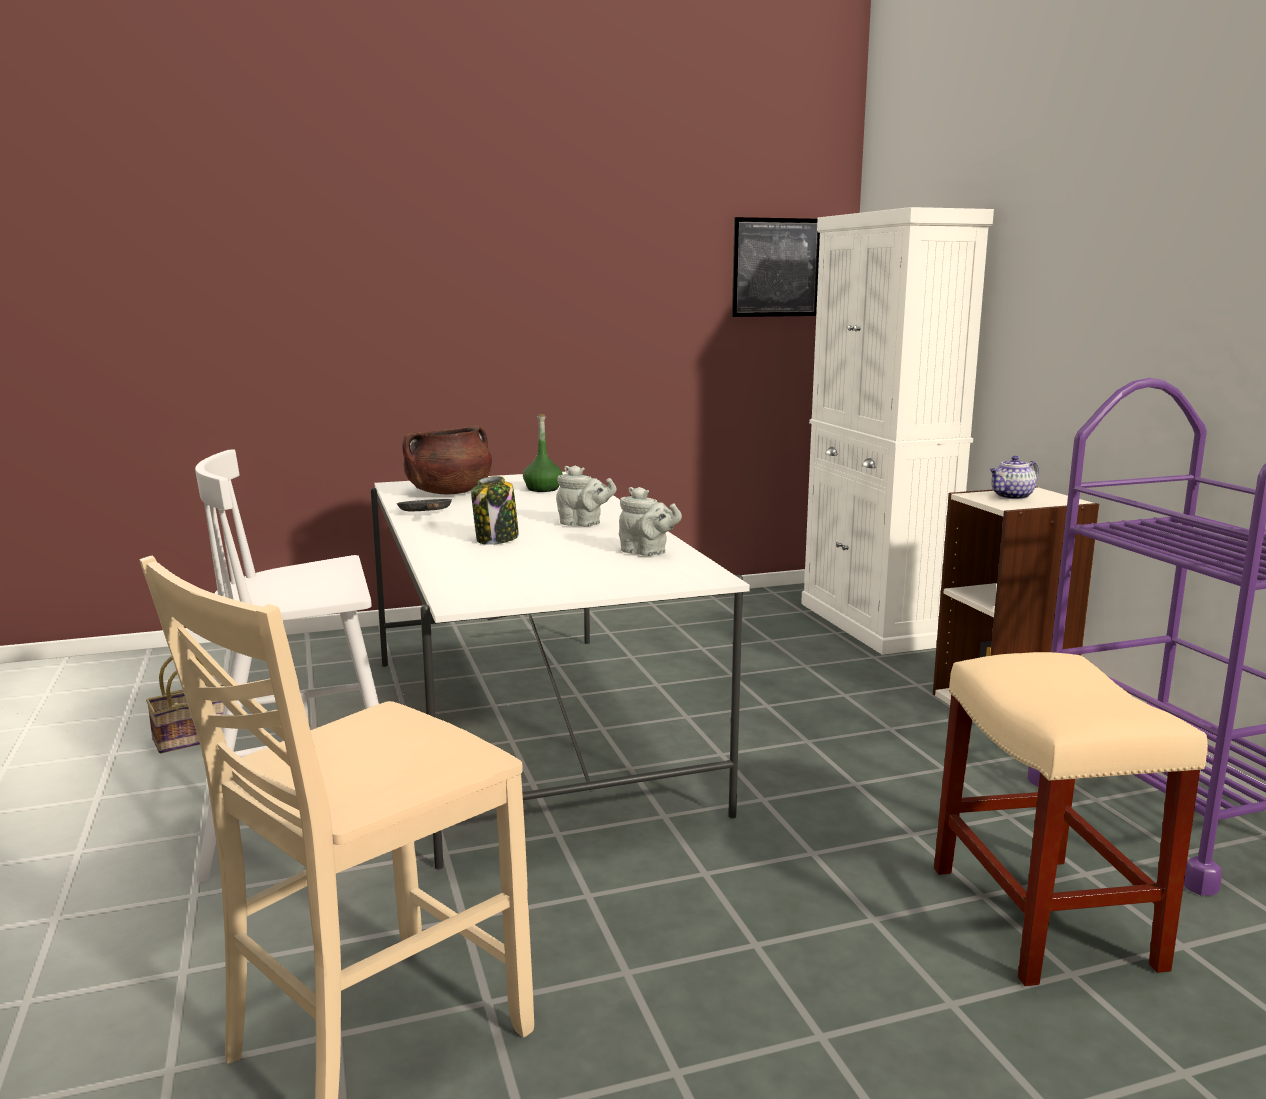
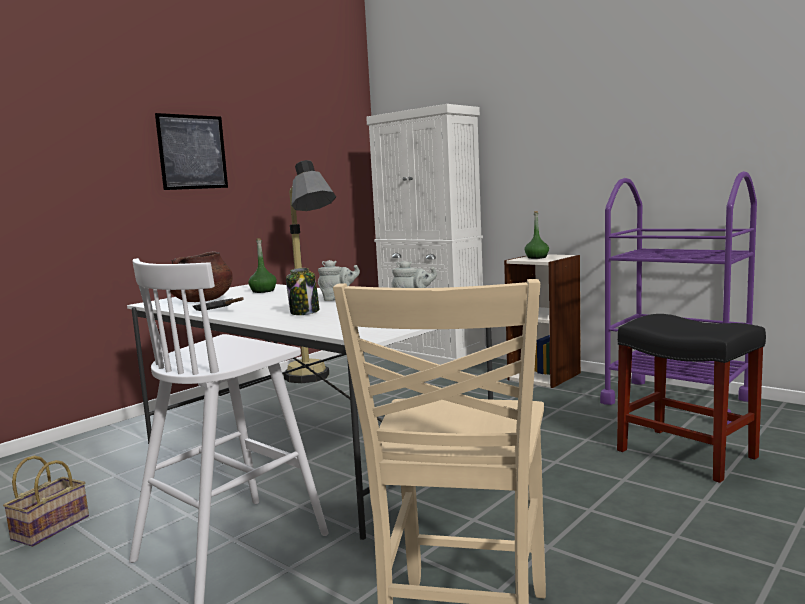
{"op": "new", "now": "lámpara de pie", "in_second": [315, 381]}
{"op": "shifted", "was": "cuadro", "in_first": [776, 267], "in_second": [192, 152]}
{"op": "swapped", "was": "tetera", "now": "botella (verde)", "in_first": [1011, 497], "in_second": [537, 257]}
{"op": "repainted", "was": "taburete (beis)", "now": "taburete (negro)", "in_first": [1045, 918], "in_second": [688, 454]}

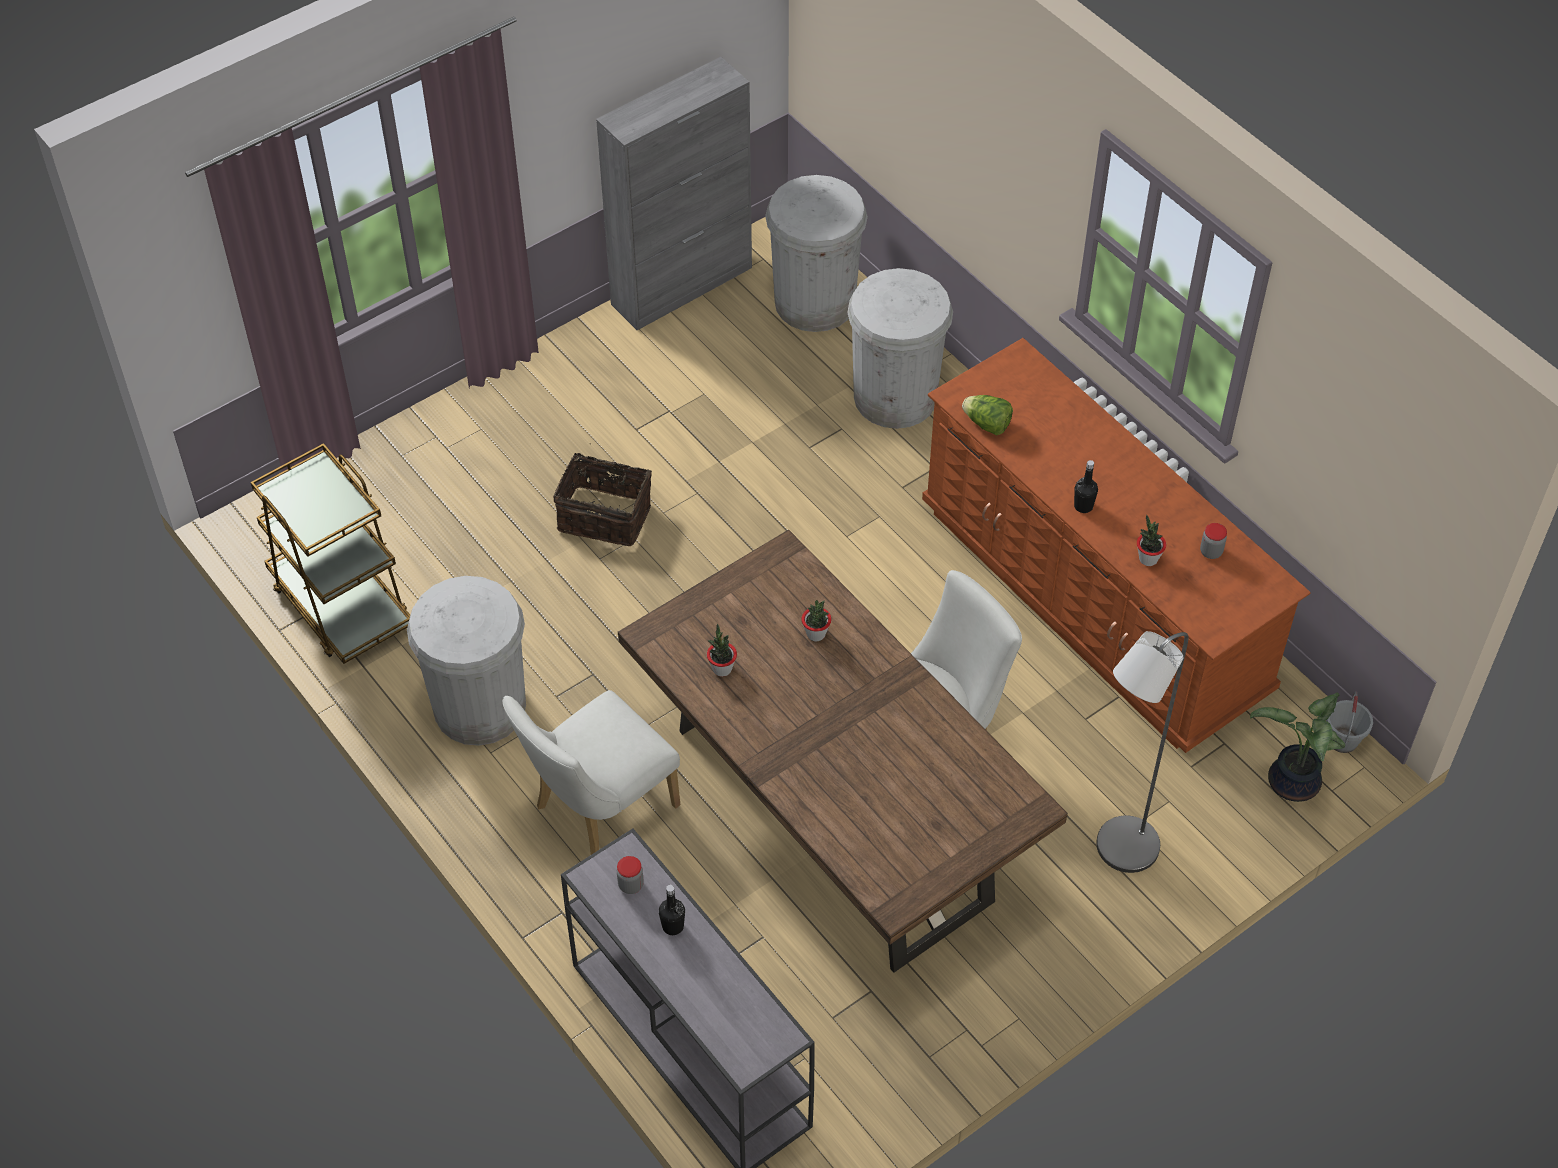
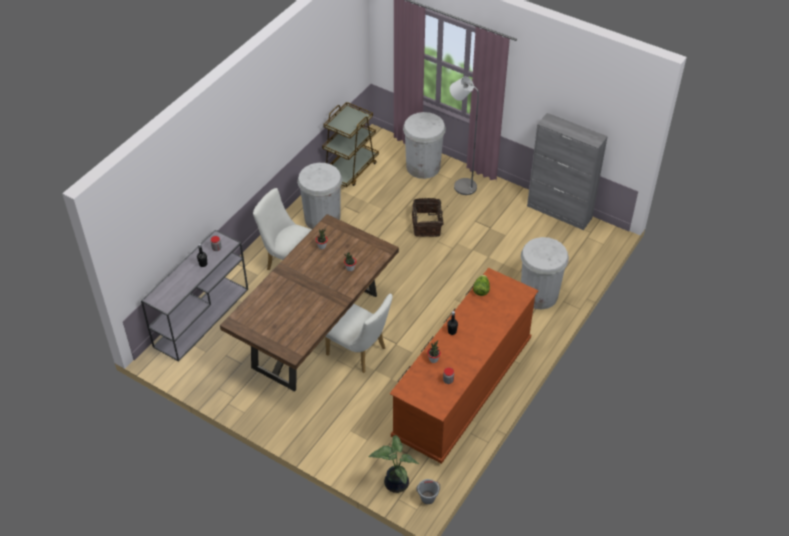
{"op": "shifted", "was": "papelera (blanco)", "in_first": [814, 302], "in_second": [423, 167]}
{"op": "shifted", "was": "lámpara de pie (gris)", "in_first": [1118, 852], "in_second": [461, 185]}

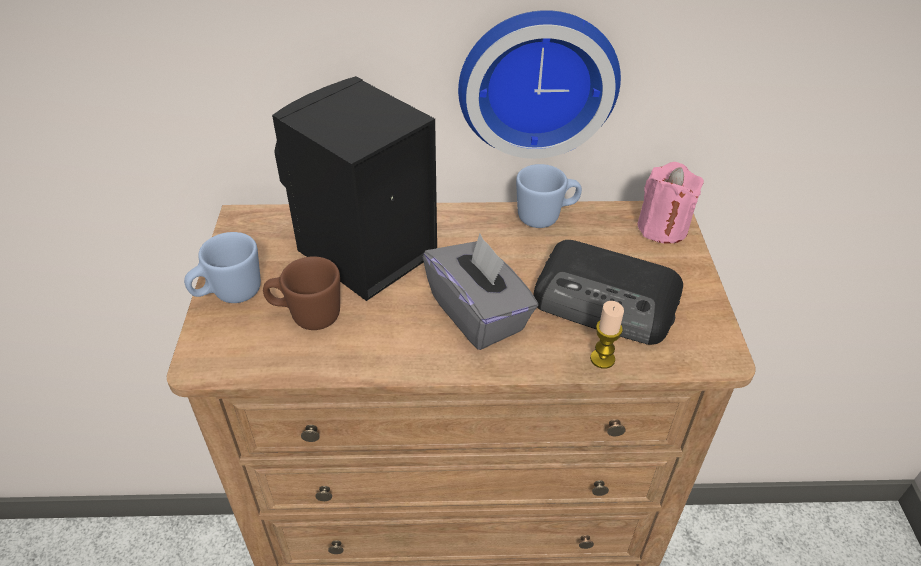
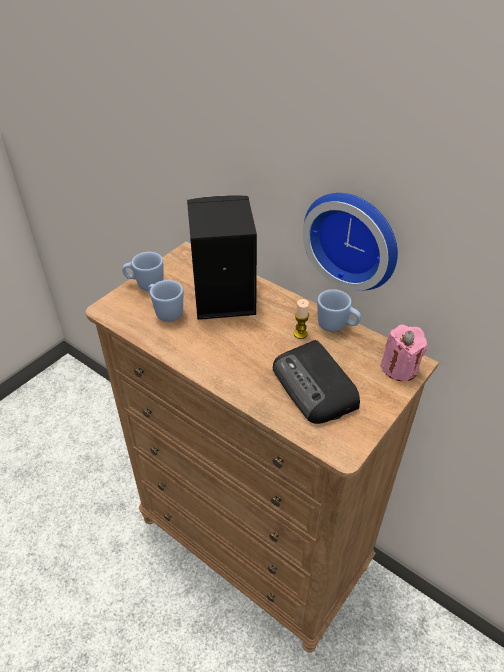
{"op": "gone", "was": "caja de pañuelos (gris)", "in_first": [478, 314]}
{"op": "shifted", "was": "vela", "in_first": [602, 359], "in_second": [300, 334]}
{"op": "repainted", "was": "taza grande (marrón)", "now": "taza grande (azul)", "in_first": [307, 316], "in_second": [165, 312]}

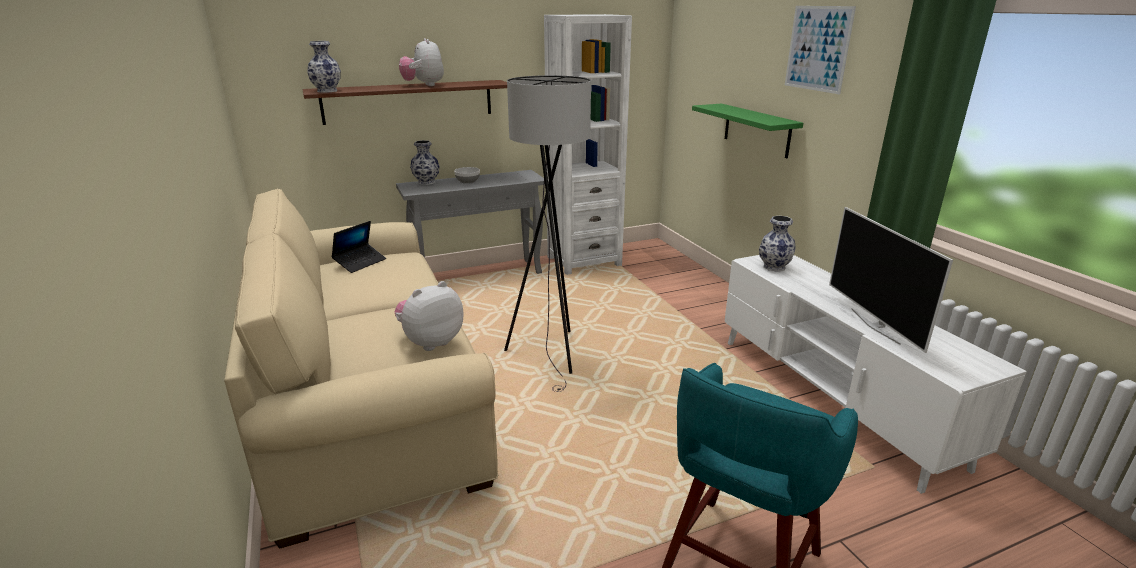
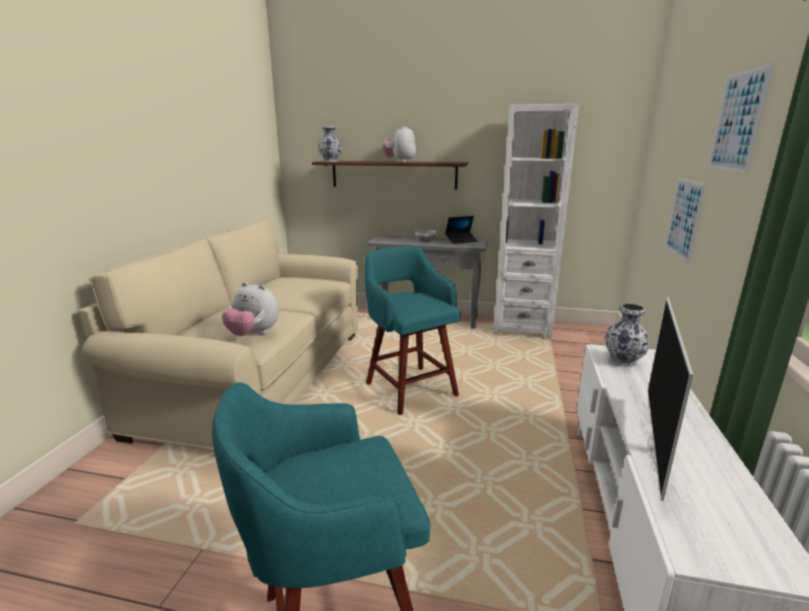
{"op": "gone", "was": "florero", "in_first": [426, 182]}
{"op": "shifted", "was": "portátil", "in_first": [360, 262], "in_second": [461, 241]}
{"op": "swapped", "was": "lámpara de pie (gris)", "now": "taburete (turquesa)", "in_first": [552, 354], "in_second": [410, 388]}
{"op": "swapped", "was": "estante (verde)", "now": "cuadro", "in_first": [756, 130], "in_second": [684, 219]}
{"op": "rotated", "was": "peluche", "in_first": [431, 342], "in_second": [253, 334], "clockwise": -150}

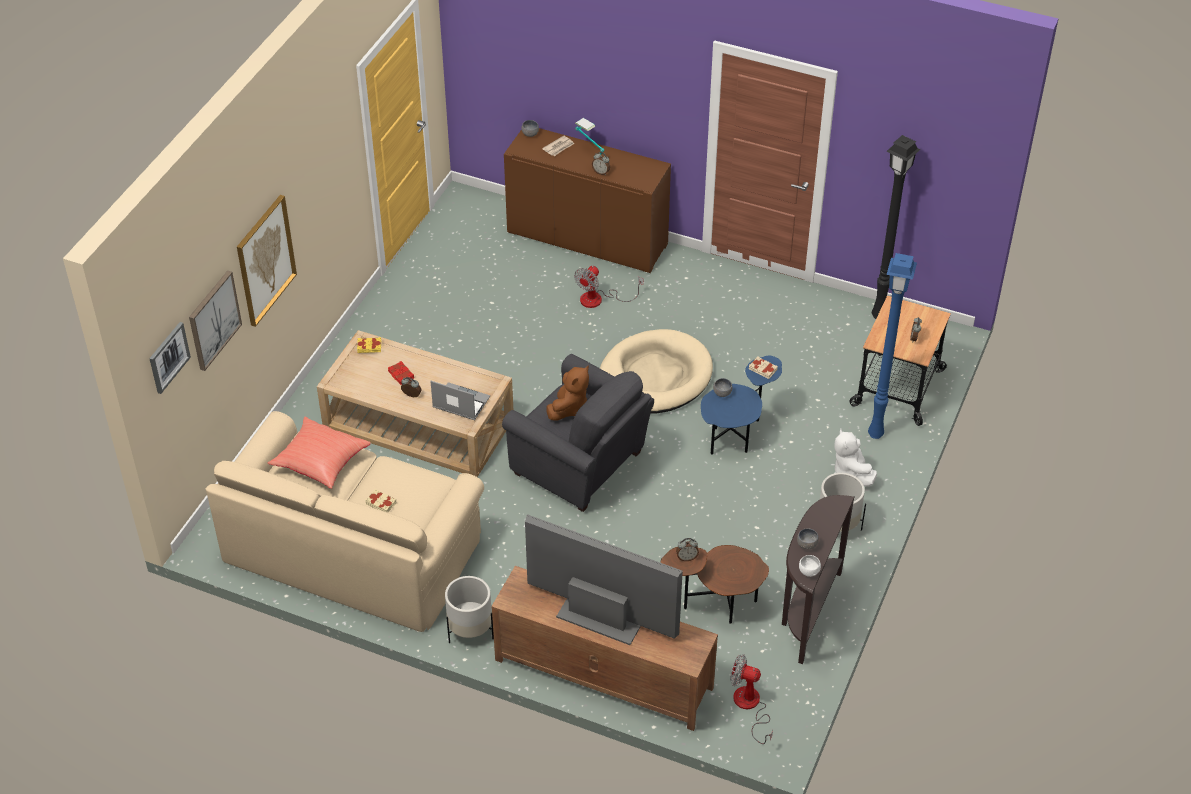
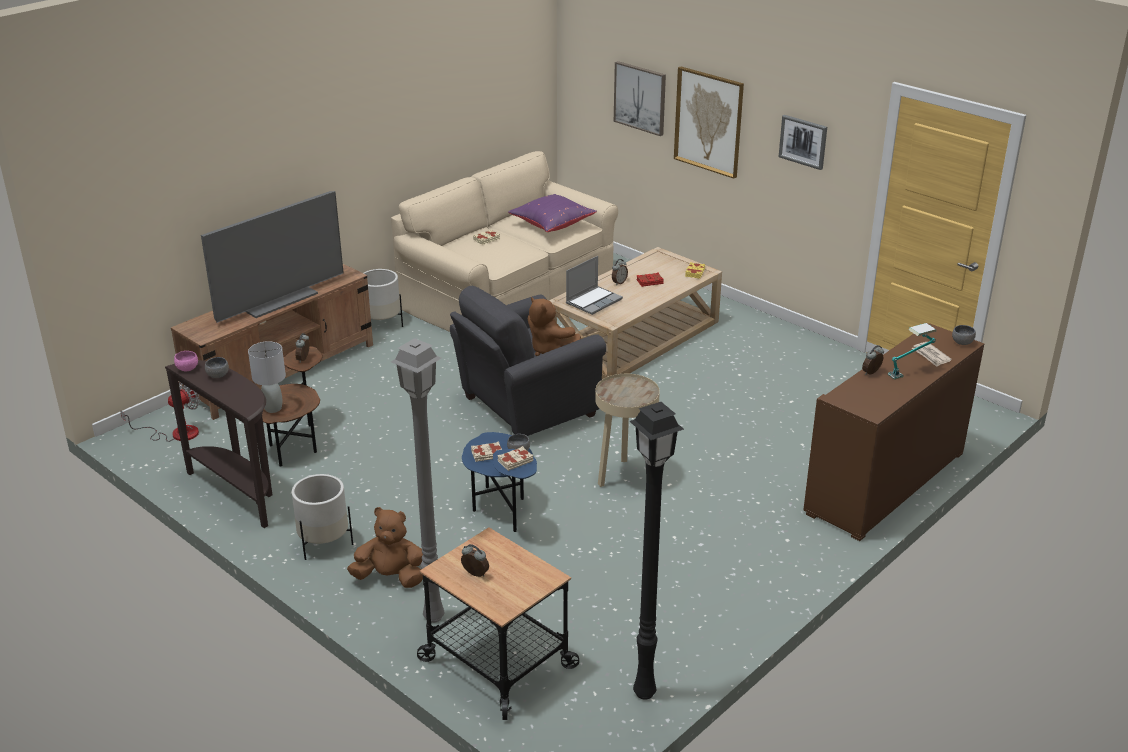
{"op": "gone", "was": "ventilador", "in_first": [599, 299]}
{"op": "new", "now": "lámpara de mesa (gris)", "in_second": [273, 408]}
{"op": "new", "now": "libro (beis)", "in_second": [487, 454]}
{"op": "shifted", "was": "cuadro", "in_first": [168, 357], "in_second": [803, 141]}
{"op": "swapped", "was": "cama para perro (beis)", "now": "mesa auxiliar (beis)", "in_first": [654, 377], "in_second": [624, 477]}
{"op": "repainted", "was": "cojín (rojo)", "now": "cojín (morado)", "in_first": [320, 463], "in_second": [551, 224]}
{"op": "repainted", "was": "cuenco (blanco)", "now": "cuenco (rosa)", "in_first": [808, 571], "in_second": [188, 369]}
{"op": "repainted", "was": "peluche (blanco)", "now": "peluche (marrón)", "in_first": [850, 472], "in_second": [390, 577]}
{"op": "repainted", "was": "lámpara de pie (azul)", "now": "lámpara de pie (gris)", "in_first": [876, 435], "in_second": [432, 617]}

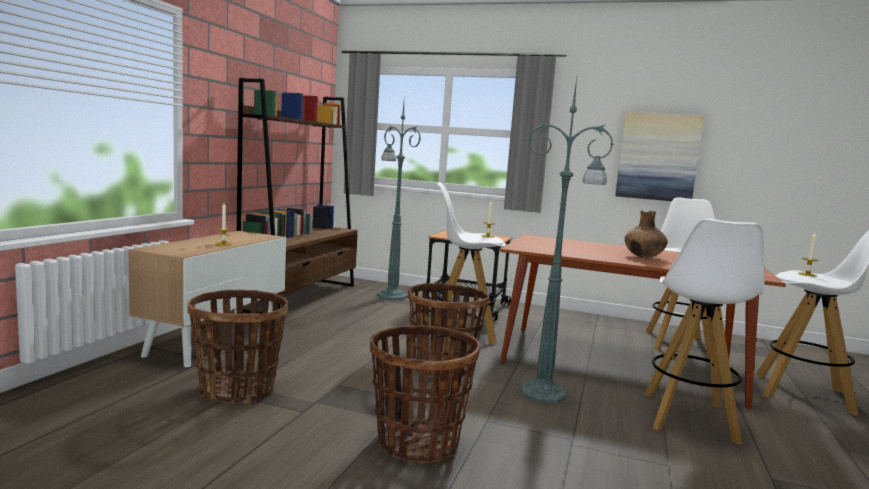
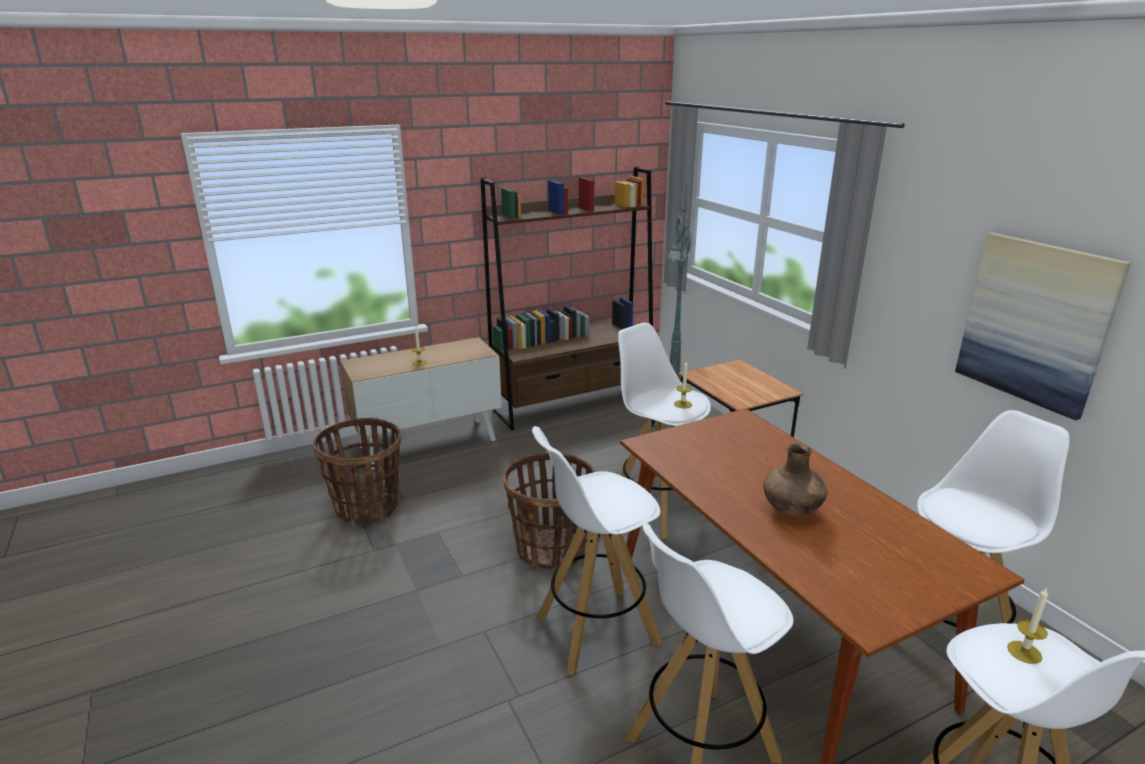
{"op": "gone", "was": "cesta", "in_first": [417, 443]}
{"op": "swapped", "was": "lámpara de pie (verde)", "now": "taburete (blanco)", "in_first": [545, 393], "in_second": [595, 630]}

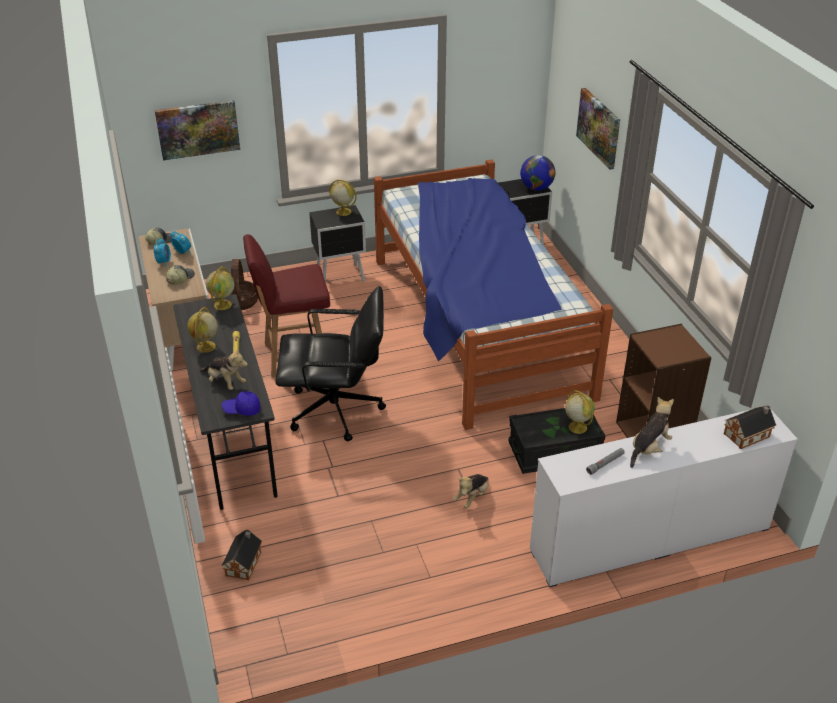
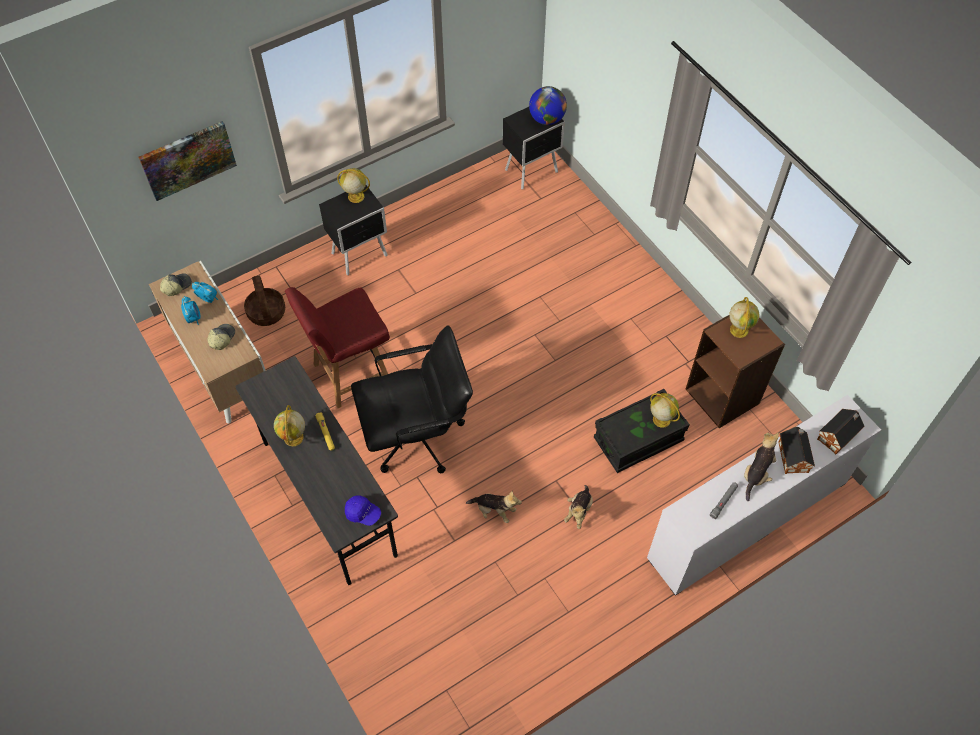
{"op": "gone", "was": "cama", "in_first": [476, 325]}
{"op": "gone", "was": "cuadro", "in_first": [599, 127]}
{"op": "shifted", "was": "peluche", "in_first": [225, 382], "in_second": [494, 511]}
{"op": "shifted", "was": "globo terráqueo", "in_first": [223, 304], "in_second": [739, 329]}
{"op": "shifted", "was": "casita", "in_first": [244, 563], "in_second": [793, 455]}
{"op": "rotated", "was": "gorra (azul)", "in_first": [242, 409], "in_second": [363, 513], "clockwise": -135}

